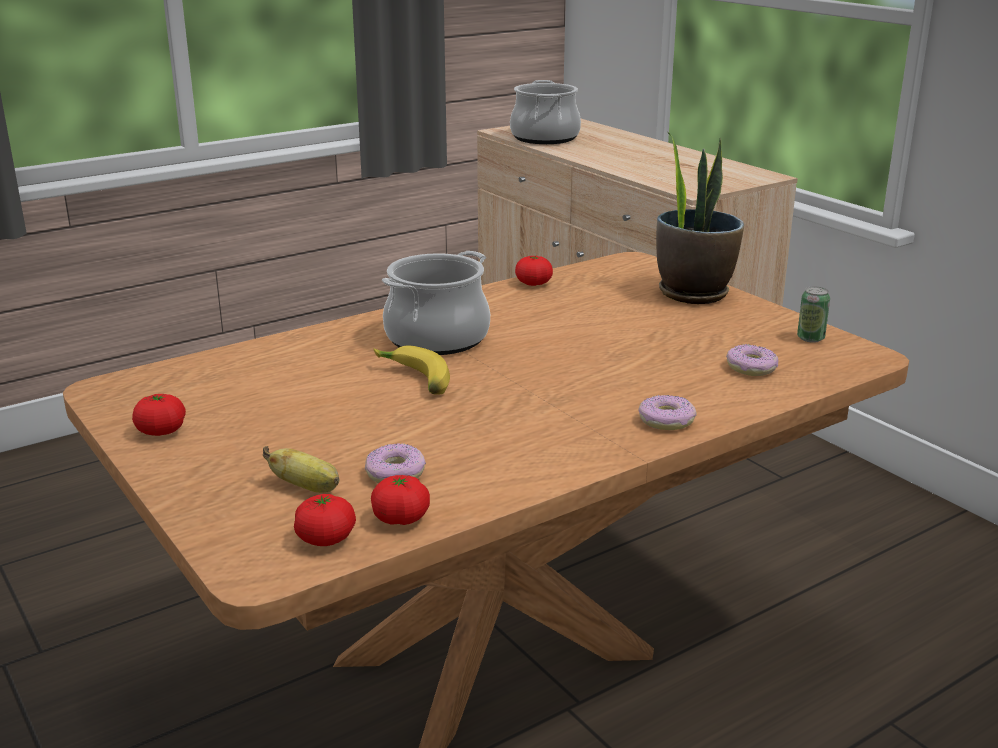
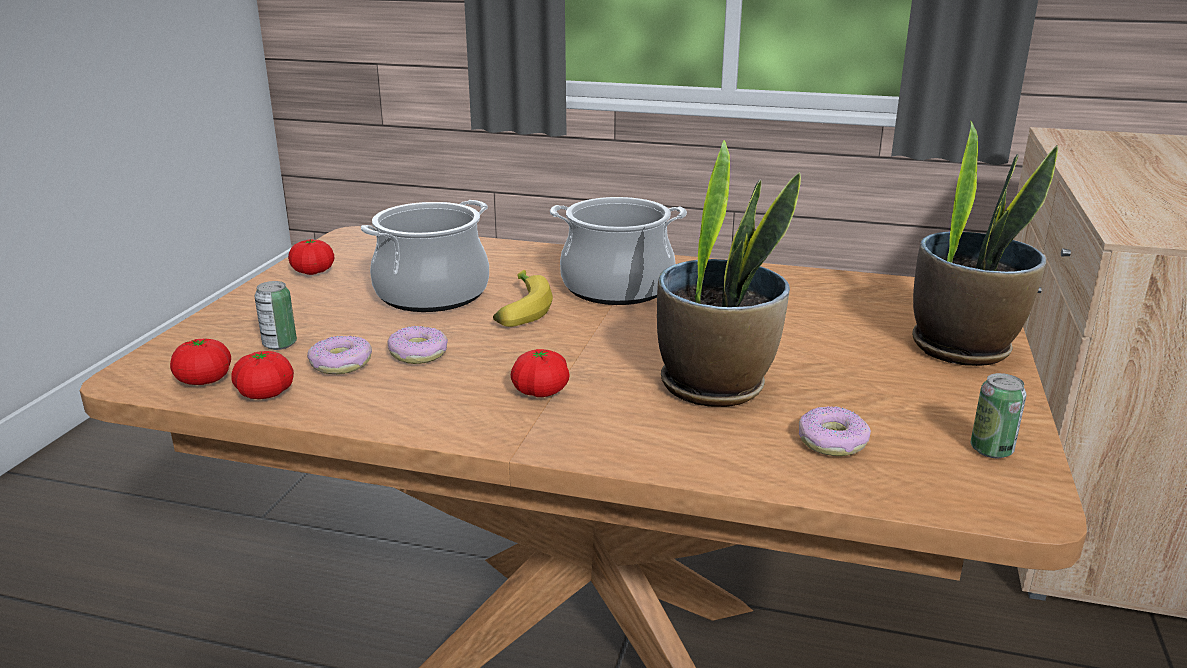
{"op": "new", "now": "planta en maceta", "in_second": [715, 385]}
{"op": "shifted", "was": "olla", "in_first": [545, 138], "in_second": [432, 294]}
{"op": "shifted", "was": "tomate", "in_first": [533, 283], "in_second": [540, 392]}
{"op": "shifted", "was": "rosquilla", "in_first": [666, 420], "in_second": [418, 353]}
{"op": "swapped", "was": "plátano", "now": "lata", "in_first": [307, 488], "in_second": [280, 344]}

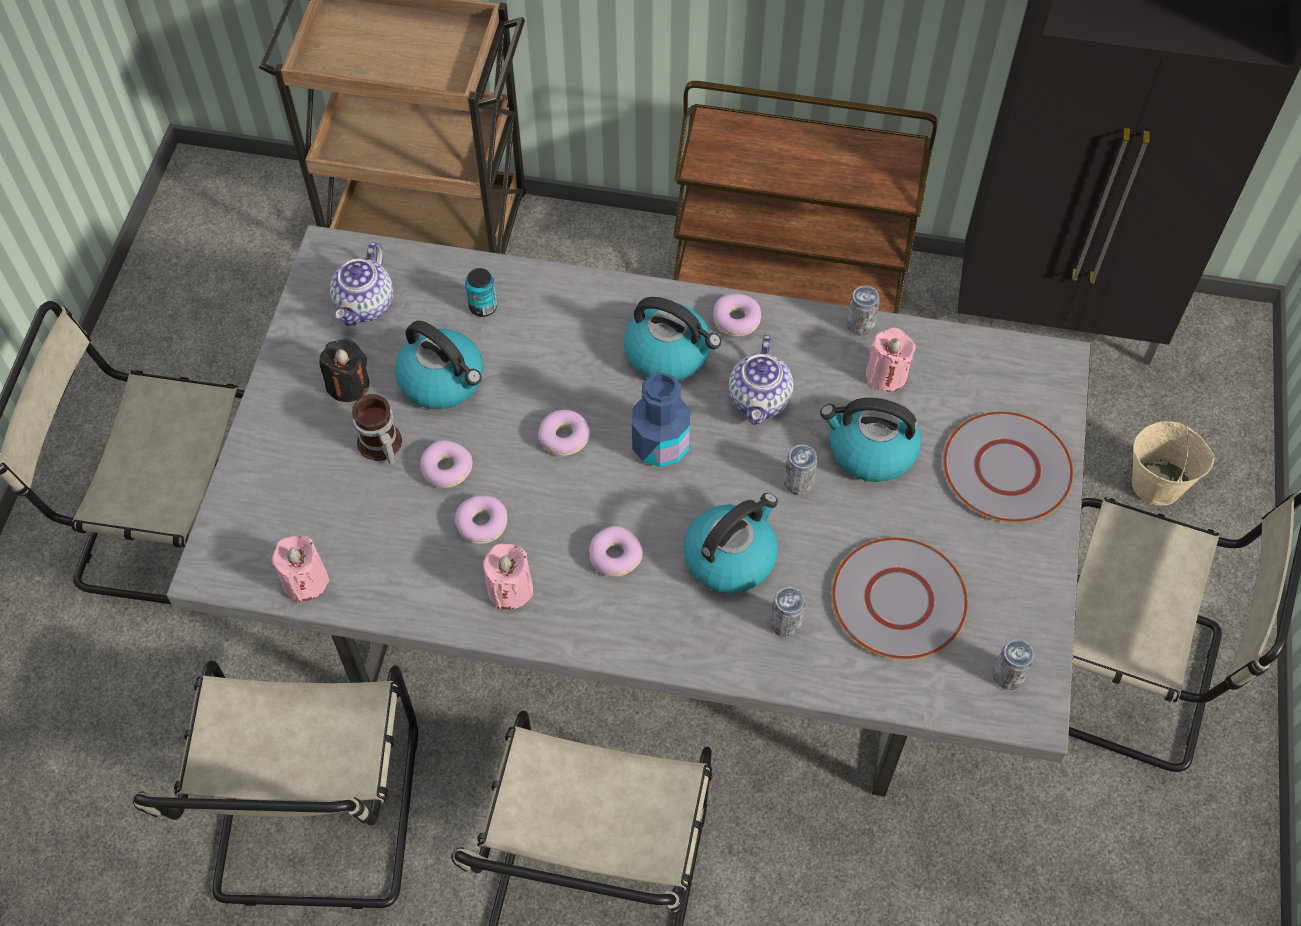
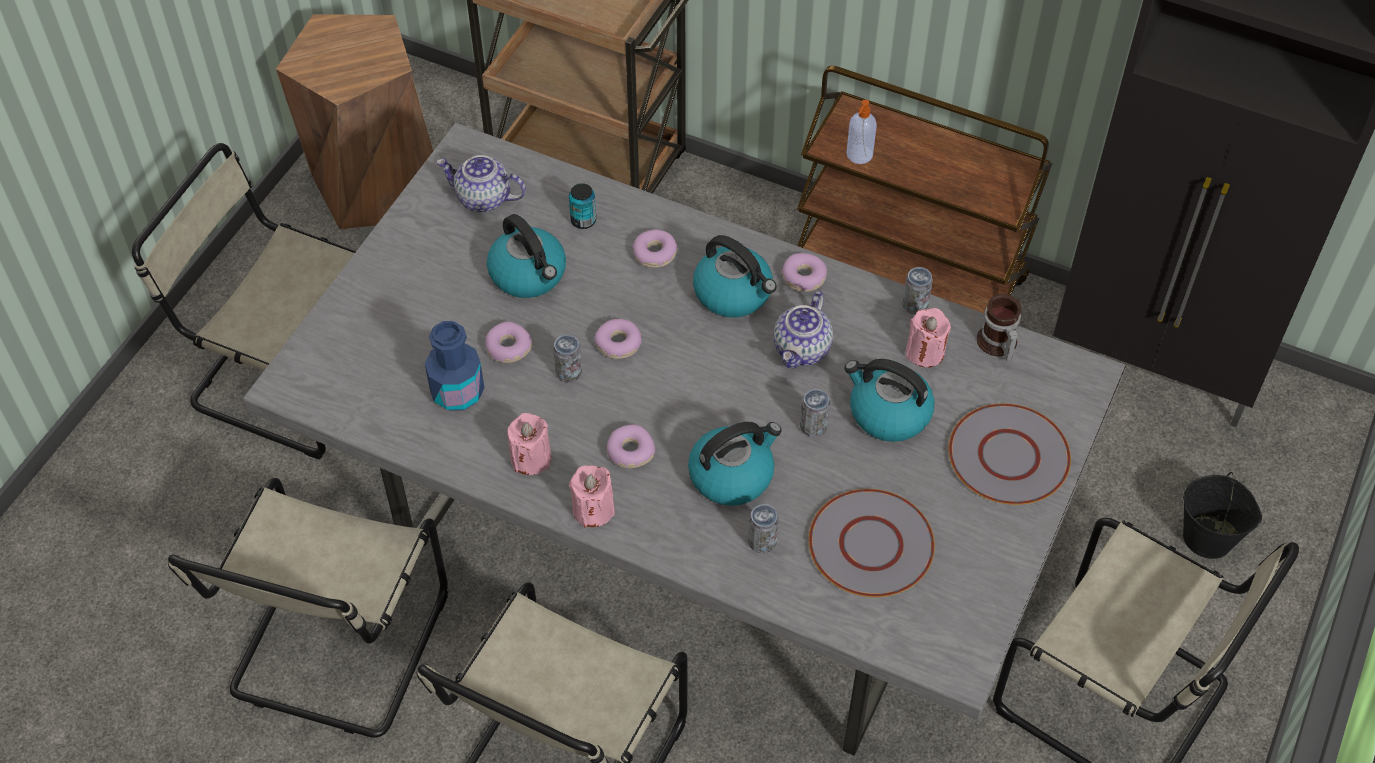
{"op": "gone", "was": "vela (negro)", "in_first": [348, 385]}
{"op": "new", "now": "taburete (marrón)", "in_second": [375, 185]}
{"op": "new", "now": "dispensador de jabón", "in_second": [859, 155]}
{"op": "shifted", "was": "vela (rosa)", "in_first": [305, 581], "in_second": [593, 510]}
{"op": "shifted", "was": "taza grande", "in_first": [379, 446], "in_second": [996, 344]}
{"op": "shifted", "was": "rosquilla", "in_first": [482, 524], "in_second": [655, 254]}
{"op": "shifted", "was": "botella (azul)", "in_first": [660, 445], "in_second": [457, 392]}
{"op": "shifted", "was": "lata", "in_first": [1008, 676], "in_second": [569, 372]}
{"op": "repainted", "was": "cubo (beis)", "now": "cubo (negro)", "in_first": [1157, 484], "in_second": [1208, 538]}
{"op": "rotated", "was": "tetera", "in_first": [366, 305], "in_second": [483, 199], "clockwise": 75}

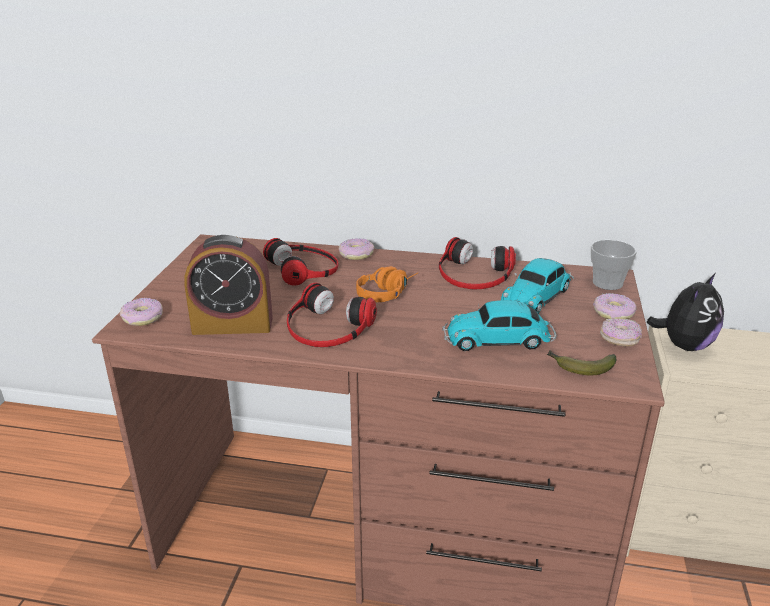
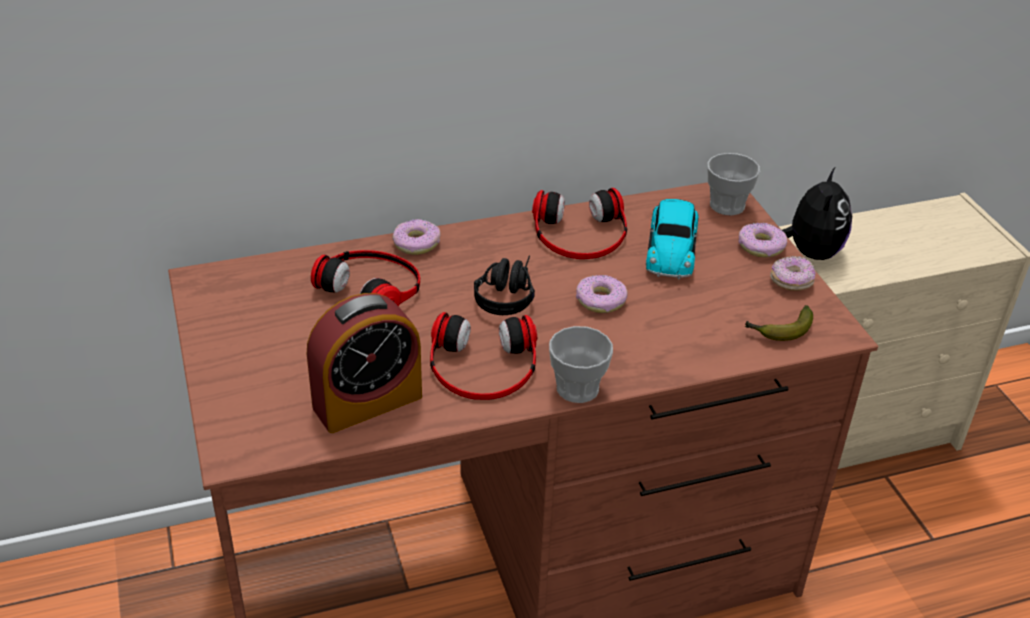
{"op": "gone", "was": "coche de juguete", "in_first": [500, 340]}
{"op": "new", "now": "taza", "in_second": [577, 388]}
{"op": "shifted", "was": "rosquilla", "in_first": [142, 318], "in_second": [600, 301]}
{"op": "repainted", "was": "auriculares (naranja)", "now": "auriculares (negro)", "in_first": [387, 293], "in_second": [507, 293]}

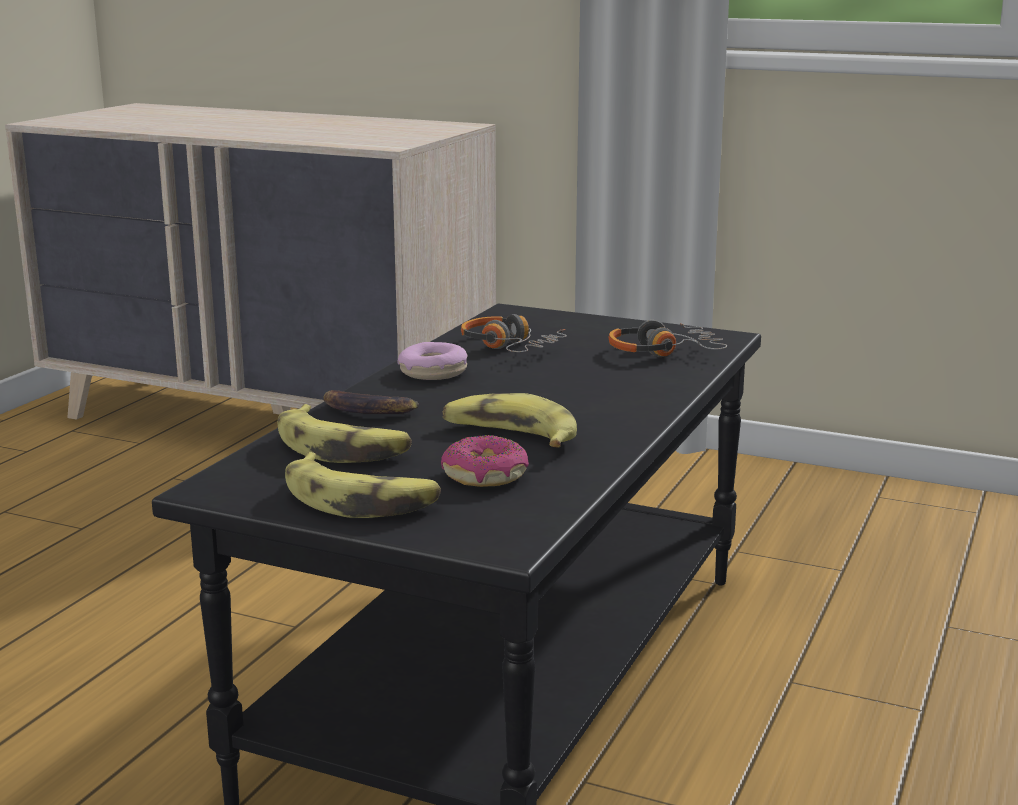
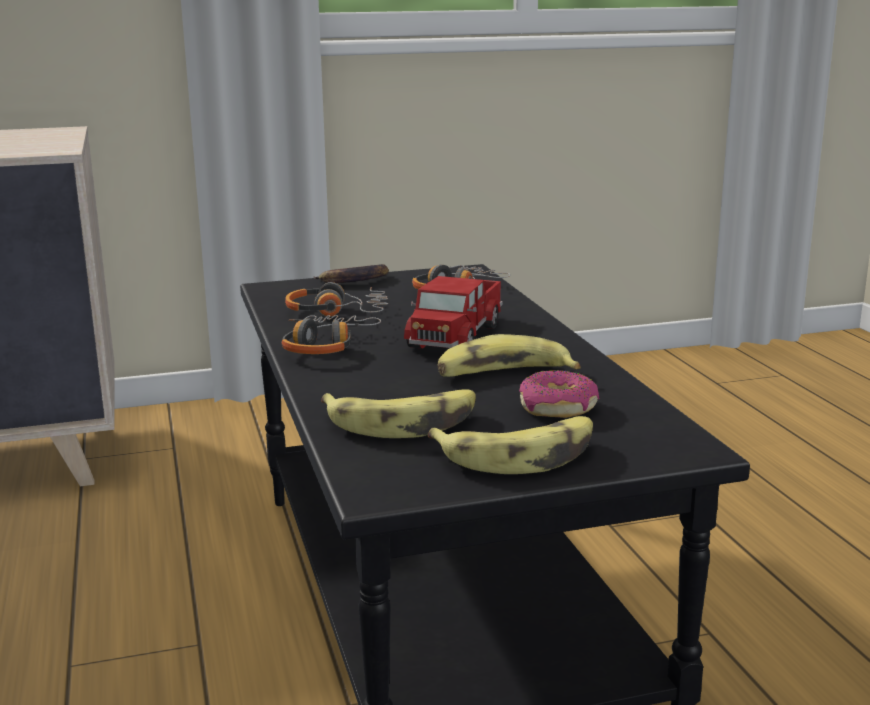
{"op": "new", "now": "camión de juguete", "in_second": [456, 335]}
{"op": "shifted", "was": "plátano", "in_first": [367, 410], "in_second": [354, 280]}
{"op": "swapped", "was": "rosquilla", "now": "auriculares", "in_first": [433, 372], "in_second": [325, 346]}

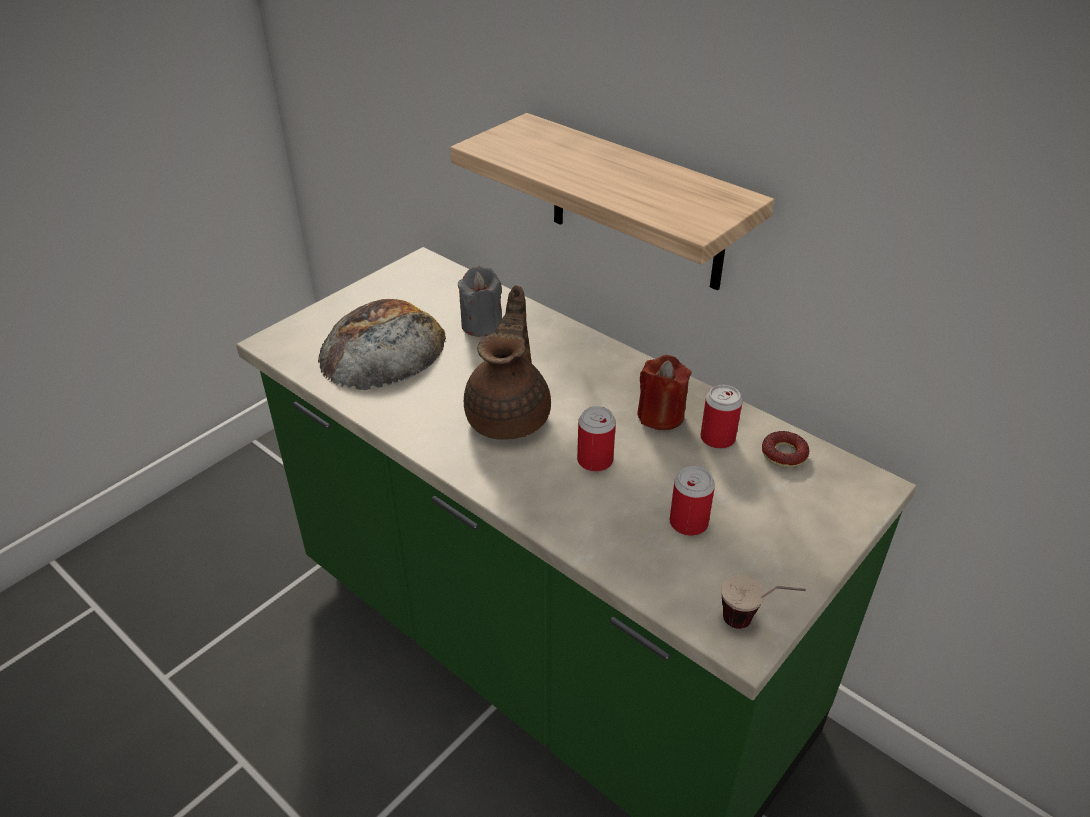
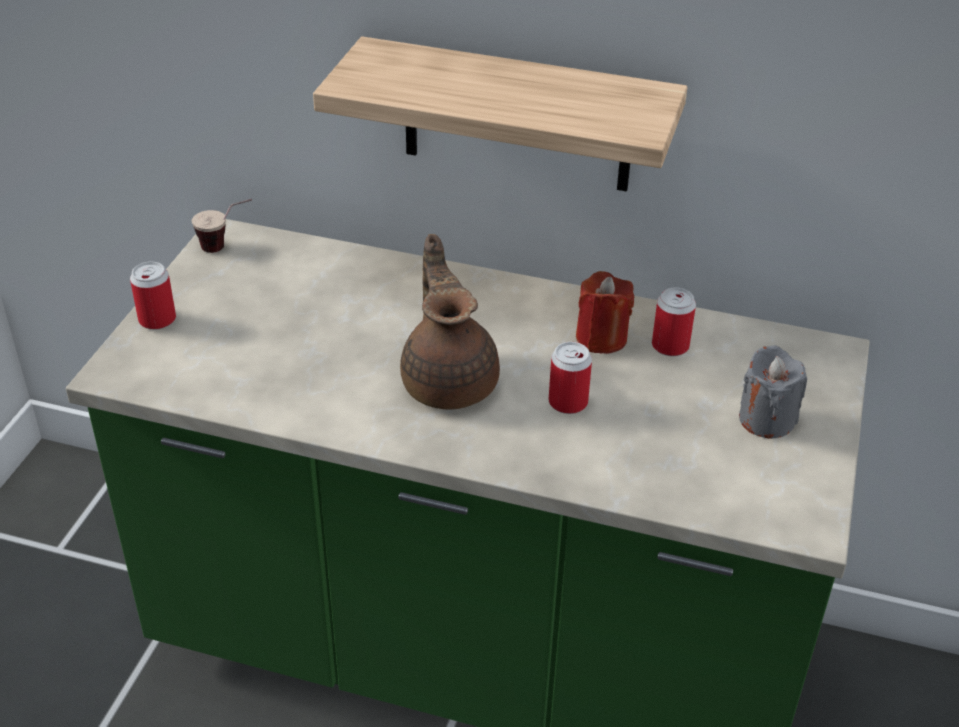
{"op": "gone", "was": "pan", "in_first": [382, 347]}
{"op": "gone", "was": "rosquilla", "in_first": [784, 454]}
{"op": "shifted", "was": "vela (gris)", "in_first": [481, 325], "in_second": [766, 419]}
{"op": "shifted", "was": "lata", "in_first": [688, 523], "in_second": [157, 320]}
{"op": "shifted", "was": "taza", "in_first": [754, 623], "in_second": [226, 247]}

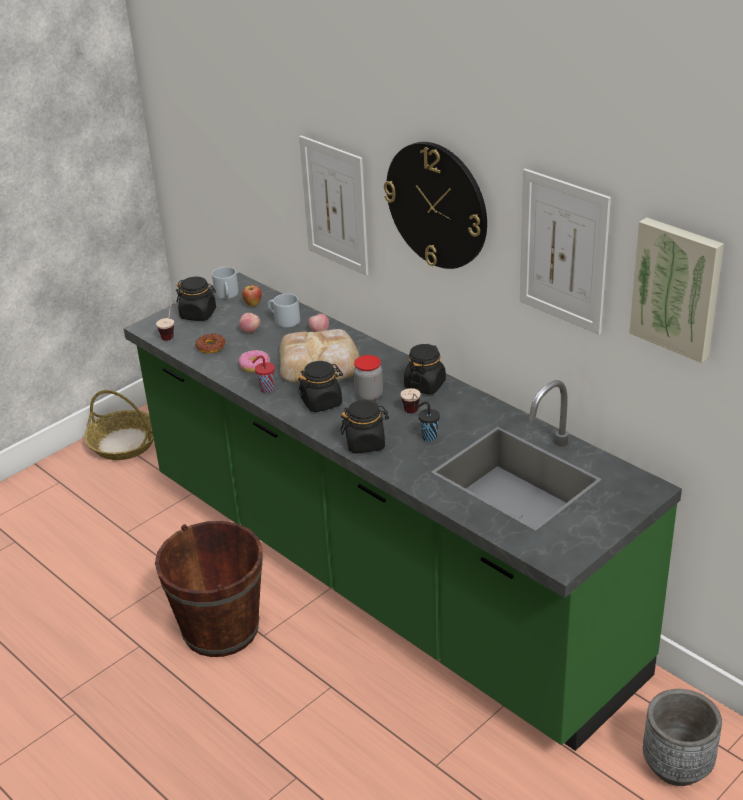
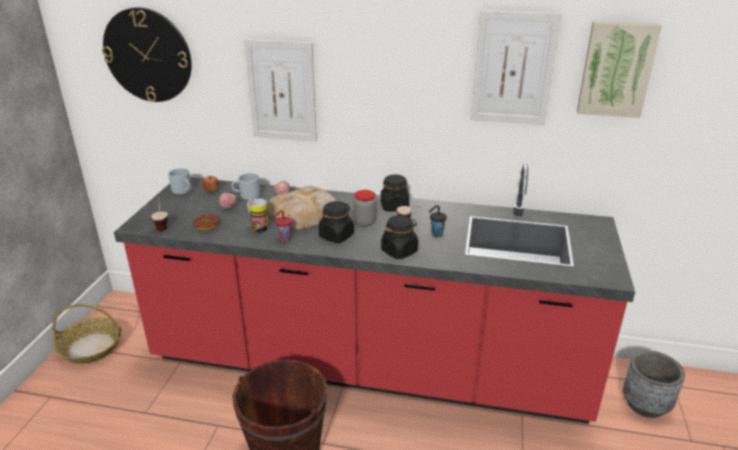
{"op": "gone", "was": "tarro (negro)", "in_first": [198, 314]}
{"op": "shifted", "was": "reloj de pared", "in_first": [437, 205], "in_second": [148, 55]}
{"op": "swapped", "was": "rosquilla", "now": "taza grande", "in_first": [254, 366], "in_second": [257, 228]}
{"op": "repainted", "was": "mueble bajo de cocina (verde)", "now": "mueble bajo de cocina (rojo)", "in_first": [381, 575], "in_second": [369, 365]}

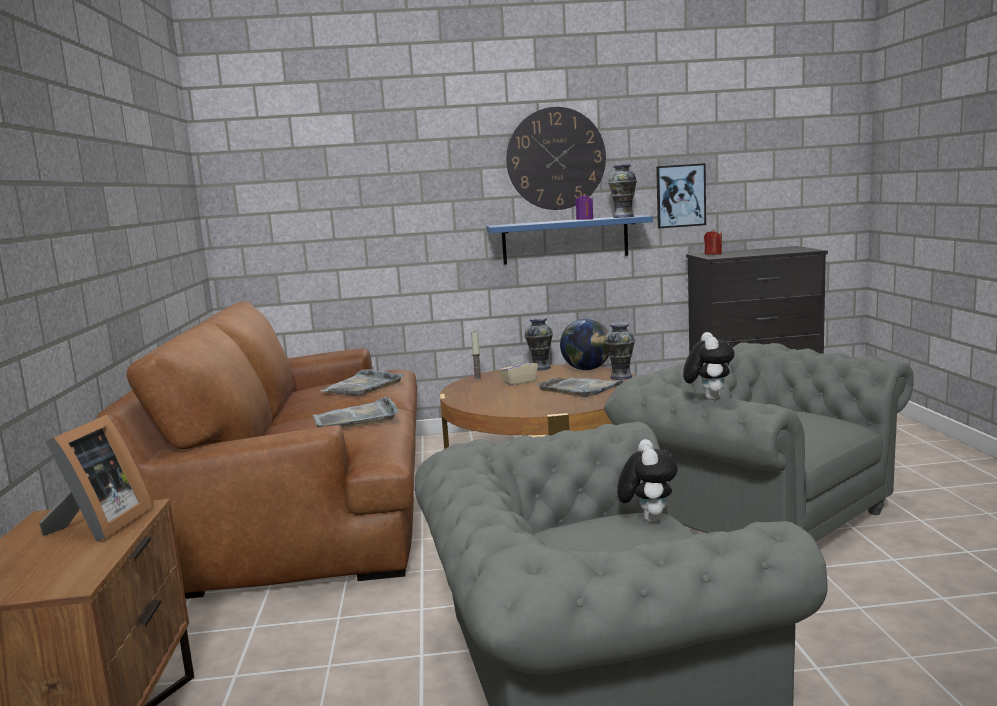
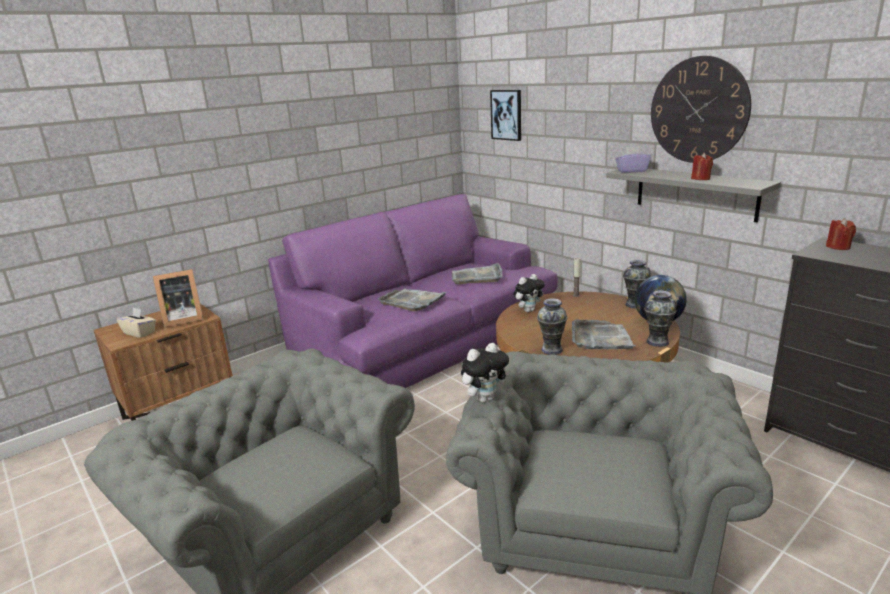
{"op": "new", "now": "caja de pañuelos (morado)", "in_second": [631, 171]}
{"op": "shifted", "was": "caja de pañuelos (beis)", "in_first": [519, 382], "in_second": [140, 333]}
{"op": "shifted", "was": "florero", "in_first": [623, 217], "in_second": [552, 350]}
{"op": "shifted", "was": "peluche", "in_first": [647, 518], "in_second": [528, 310]}
{"op": "shifted", "was": "cuadro", "in_first": [680, 196], "in_second": [506, 115]}
{"op": "repainted", "was": "sofá (marrón)", "now": "sofá (morado)", "in_first": [306, 505], "in_second": [423, 340]}
{"op": "repainted", "was": "estante (azul)", "now": "estante (gris)", "in_first": [565, 240], "in_second": [695, 193]}
{"op": "repainted", "was": "vela (morado)", "now": "vela (rojo)", "in_first": [584, 219], "in_second": [700, 178]}

